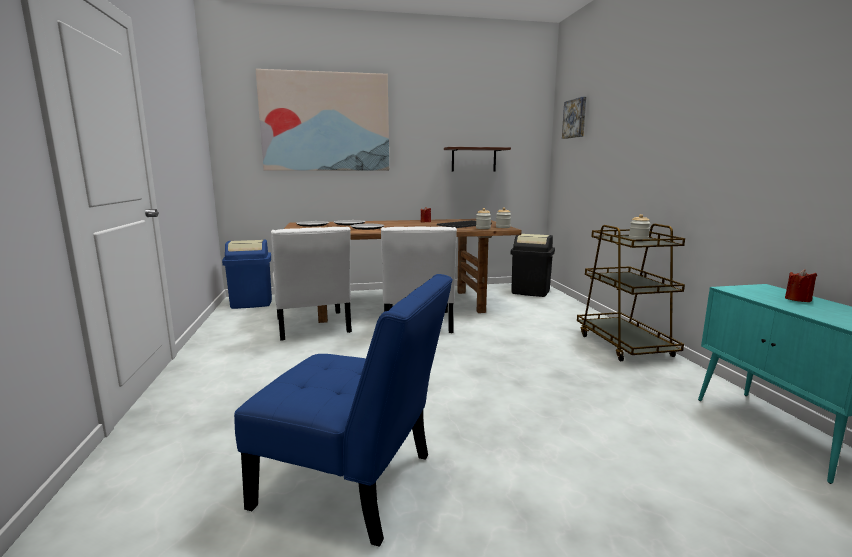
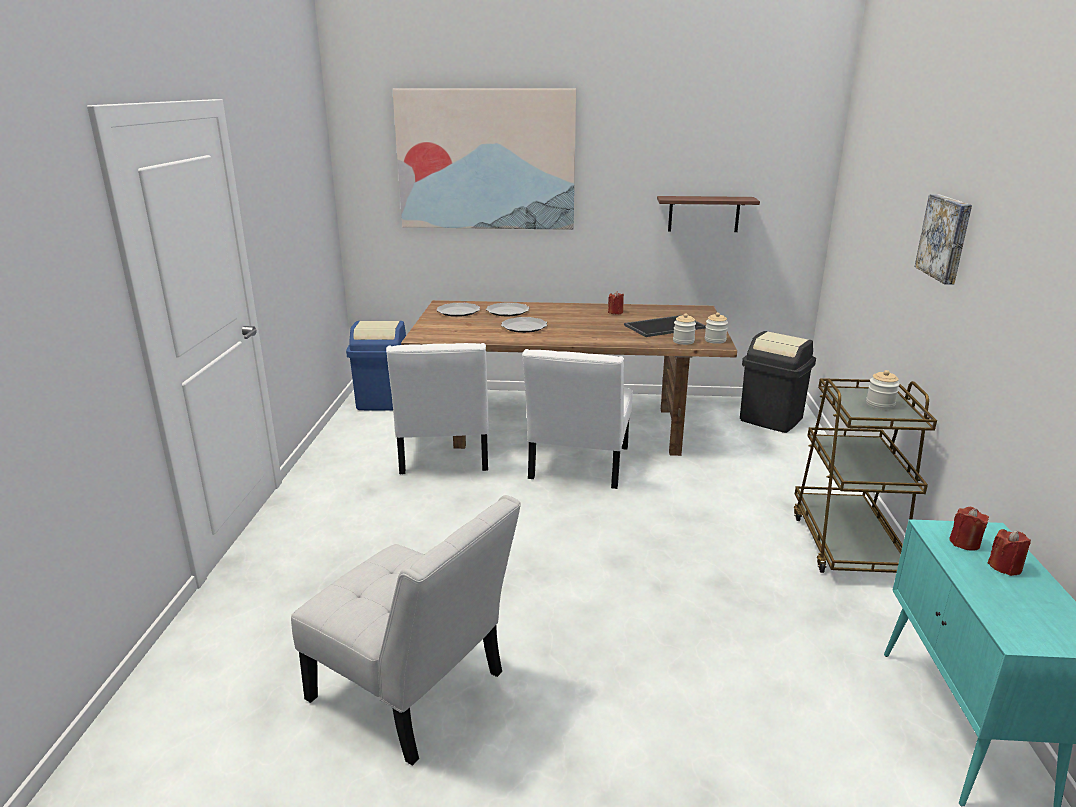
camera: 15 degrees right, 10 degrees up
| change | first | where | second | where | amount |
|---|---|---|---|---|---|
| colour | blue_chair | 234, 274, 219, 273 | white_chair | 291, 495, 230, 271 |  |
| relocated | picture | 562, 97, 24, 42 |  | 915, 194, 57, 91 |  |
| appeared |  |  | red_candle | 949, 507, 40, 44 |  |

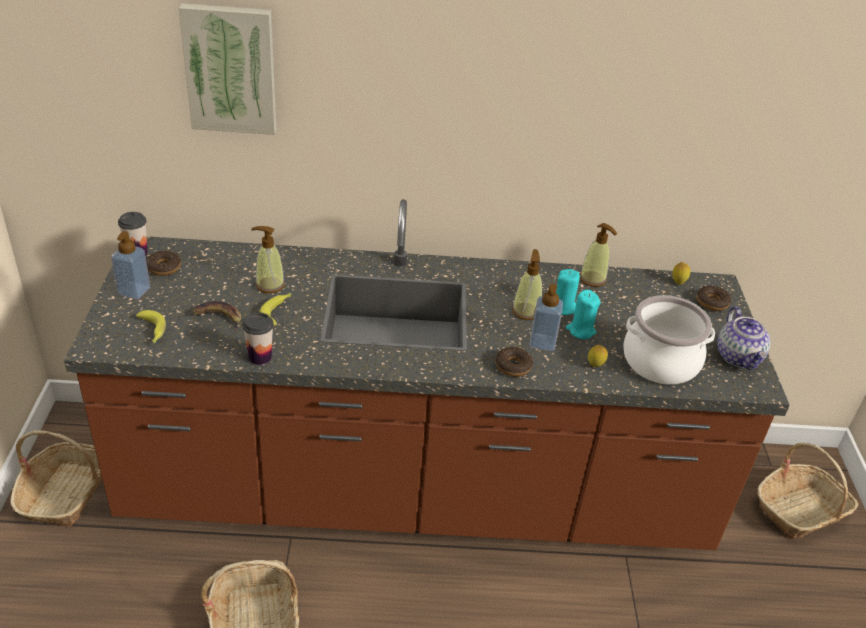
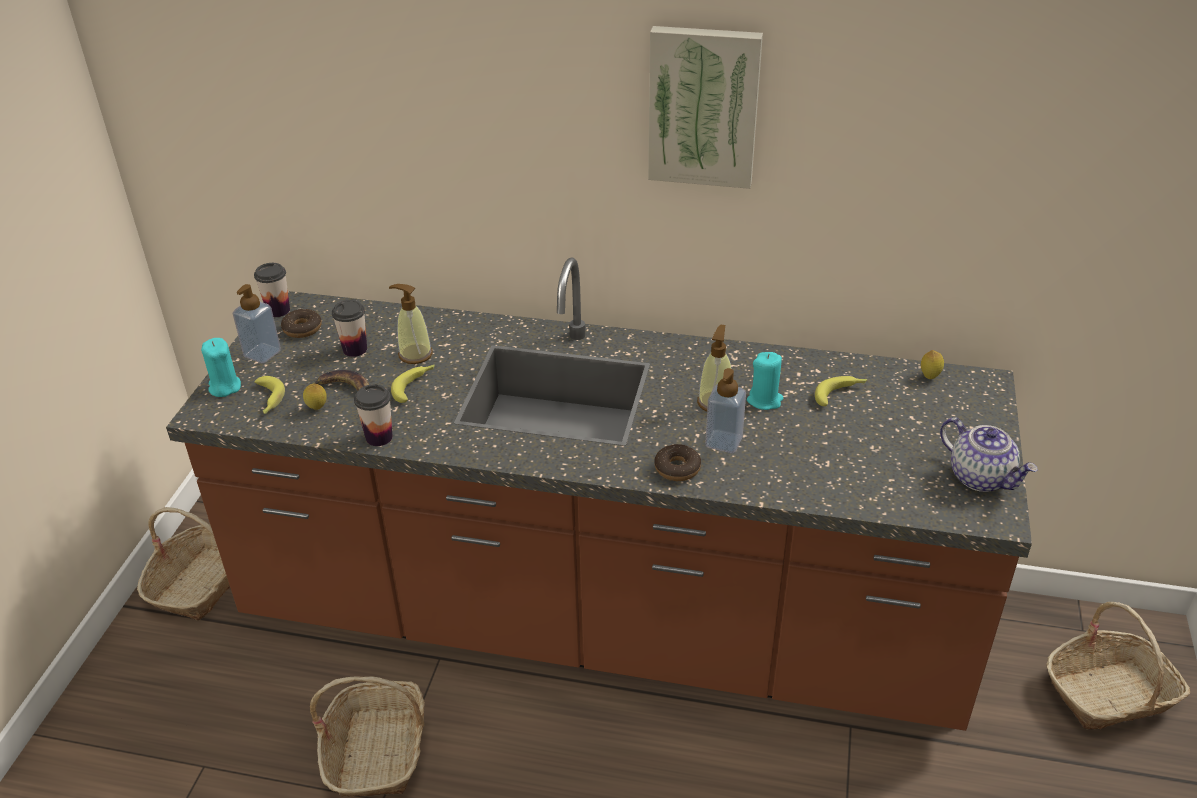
camera: 15 degrees right, 0 degrees up
| change | first | where | second | where | amount |
|---|---|---|---|---|---|
| relocated | turquoise_candle | 566, 290, 35, 49 |  | 201, 338, 40, 59 |  |
| relocated | lemon | 588, 345, 20, 22 |  | 303, 384, 24, 26 |  |
| appeared |  |  | cup | 332, 300, 35, 57 |  |
| relocated | picture | 179, 3, 98, 132 |  | 648, 26, 115, 163 |  |
| appeared |  |  | banana | 815, 376, 53, 30 |  |
| spun | teapot | 717, 306, 53, 64 |  | 940, 417, 98, 75 | 45 degrees counterclockwise |
| missing | soap_dispenser | 580, 223, 37, 64 |  |  |  |
| missing | cooking_pot | 623, 295, 92, 90 |  |  |  |
| missing | donut | 697, 286, 34, 25 |  |  |  |

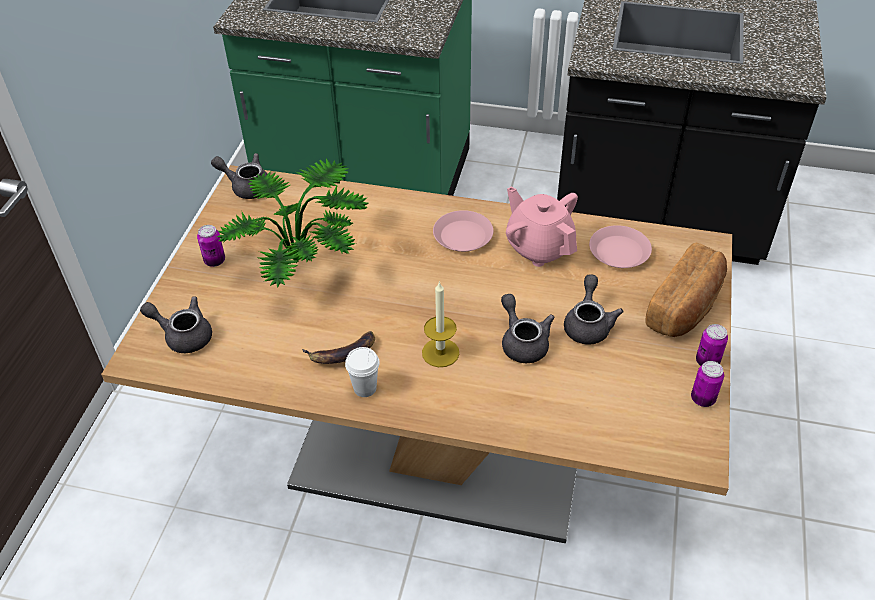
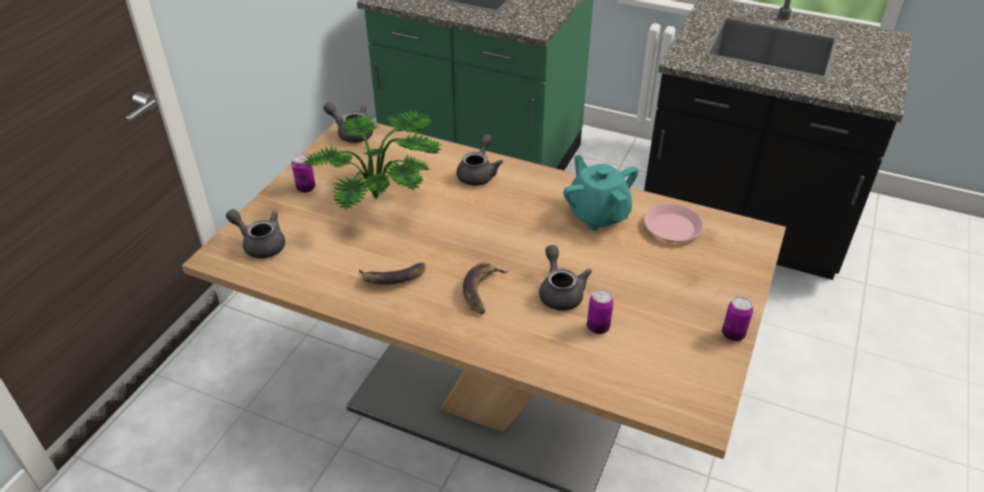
camera: 10 degrees right, 5 degrees down
| change | first | where | second | where | amount |
|---|---|---|---|---|---|
| relocated | grey_teapot | 564, 274, 60, 71 |  | 457, 134, 46, 52 |  |
| exchanged | candle | 422, 281, 37, 86 | banana | 463, 262, 45, 52 |  |
| colour | pink_teapot | 506, 186, 72, 81 | turquoise_teapot | 563, 155, 75, 76 |  |
| relocated | can | 691, 361, 33, 46 |  | 587, 290, 26, 44 |  |
| missing | white_cup | 345, 347, 35, 50 |  |  |  |
| missing | pink_plate | 433, 210, 60, 42 |  |  |  |
| missing | bread | 645, 242, 82, 95 |  |  |  |

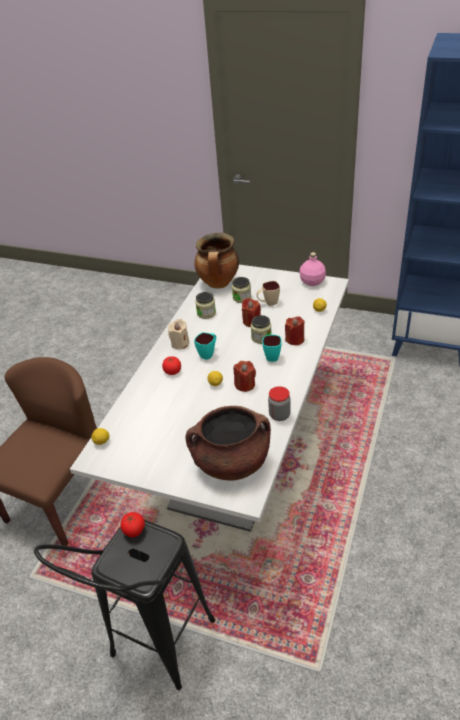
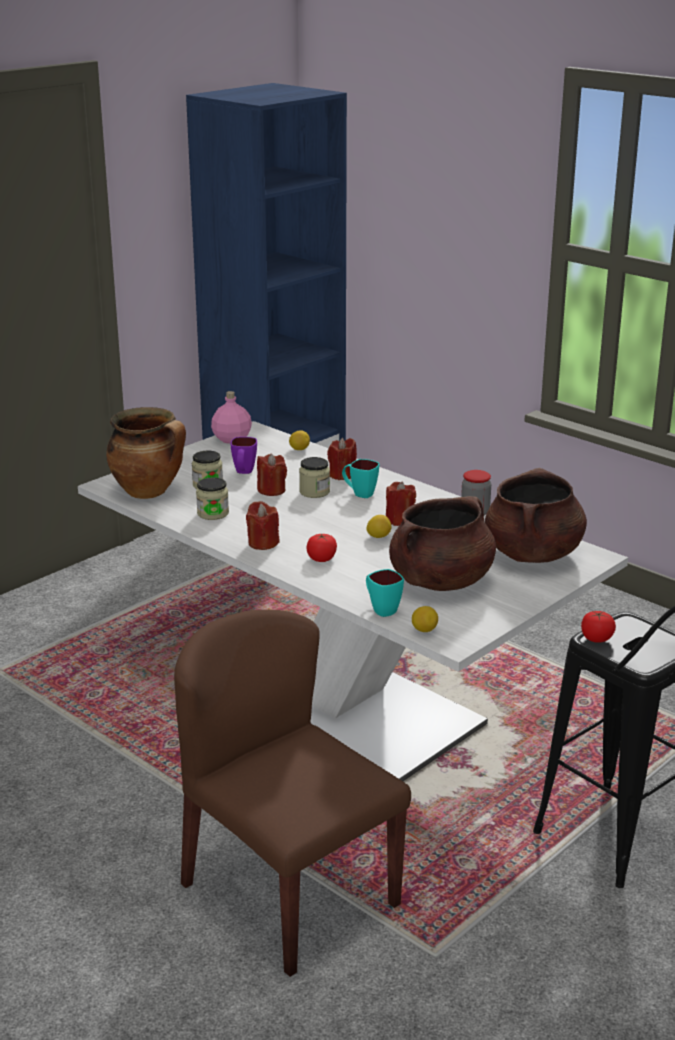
camera: 70 degrees left, 15 degrees down
| change | first | where | second | where | amount |
|---|---|---|---|---|---|
| colour | beige_mug | 257, 281, 23, 25 | purple_mug | 230, 437, 27, 37 |  |
| colour | beige_candle | 168, 319, 21, 30 | red_candle | 246, 501, 34, 49 |  |
| relocated | turquoise_mug | 194, 332, 22, 28 |  | 366, 569, 38, 48 |  |
| appeared |  |  | brown_cooking_pot | 389, 496, 107, 95 |  |

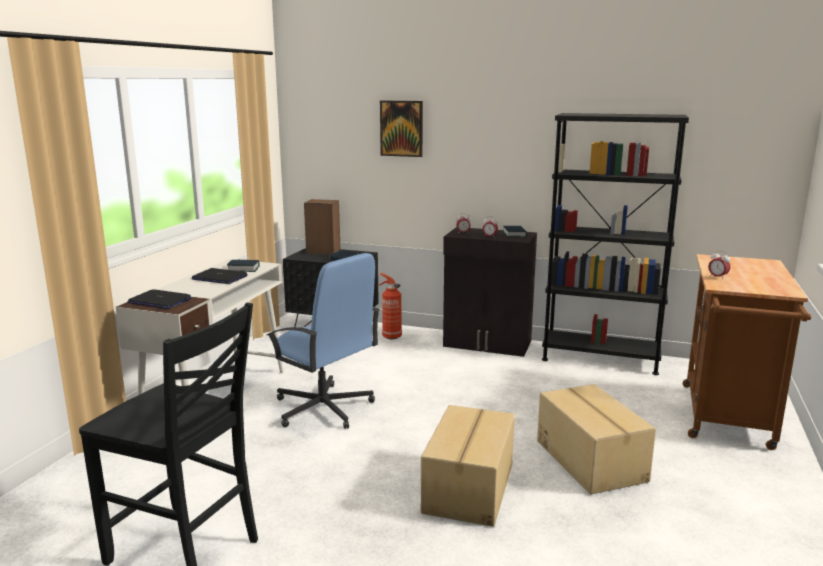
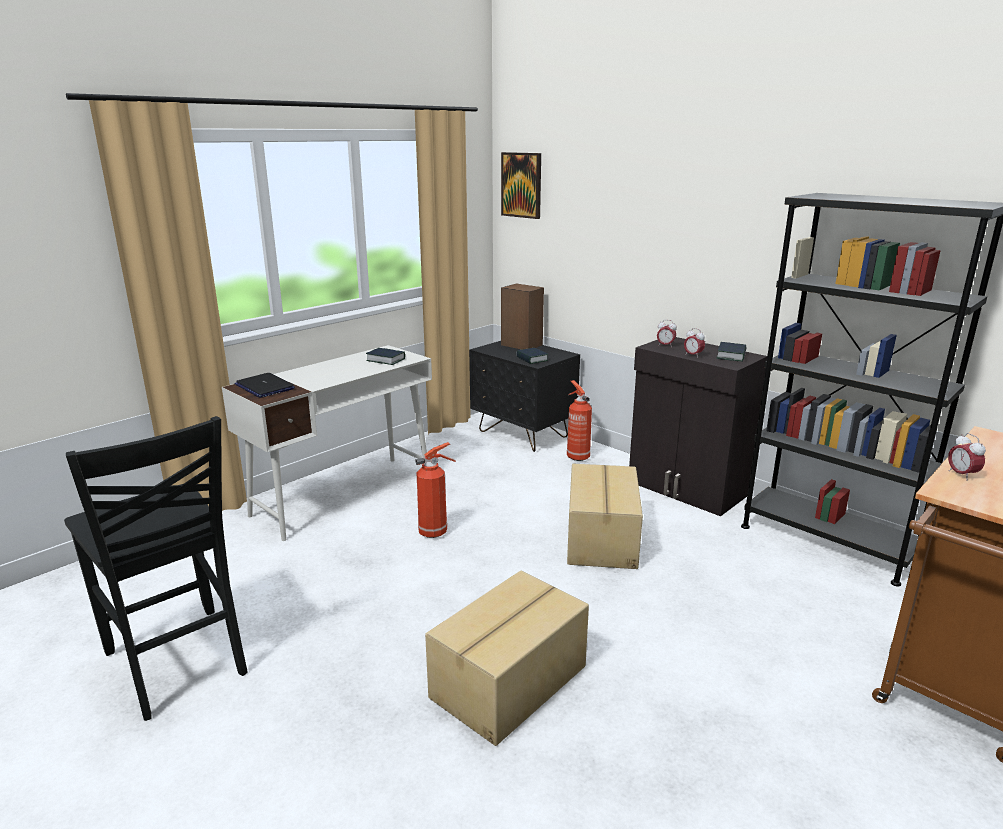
camera: 25 degrees right, 5 degrees up
| change | first | where | second | where | amount |
|---|---|---|---|---|---|
| exchanged | blue_office_chair | 267, 253, 113, 176 | fire_extinguisher | 415, 442, 41, 96 |  |
| relocated | picture | 380, 101, 43, 56 |  | 501, 152, 40, 67 |  |
| relocated | cardboard_box | 537, 384, 119, 110 |  | 567, 464, 76, 105 |  |
| missing | laptop | 191, 268, 57, 16 |  |  |  |

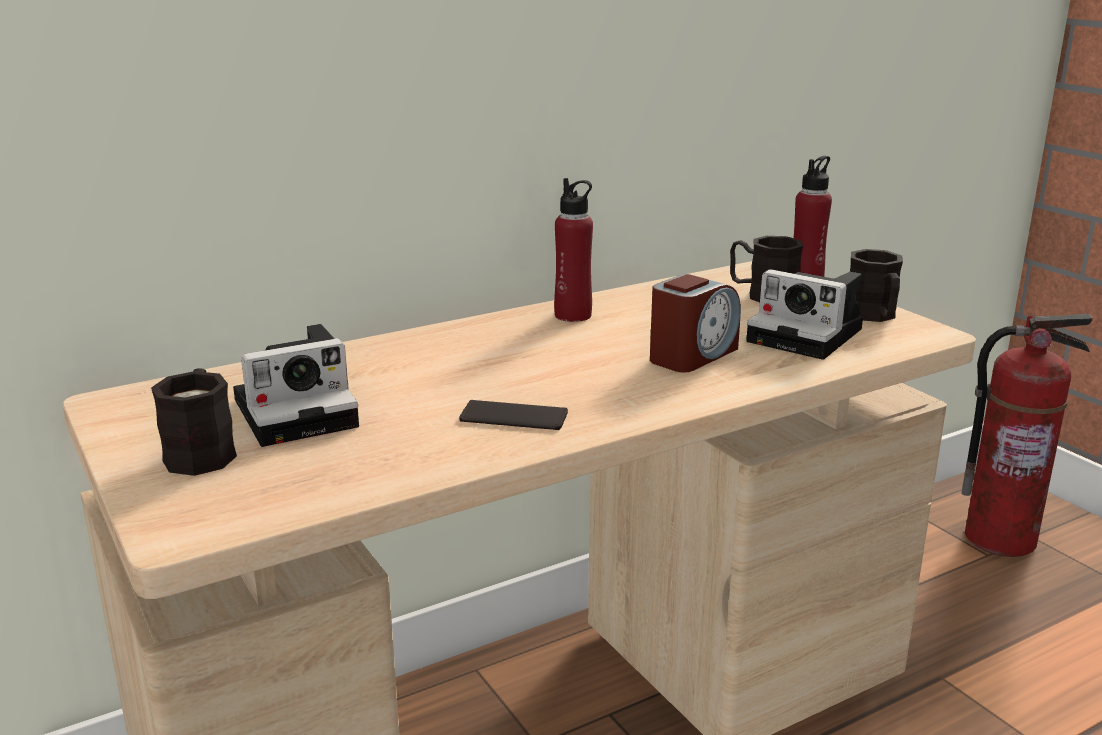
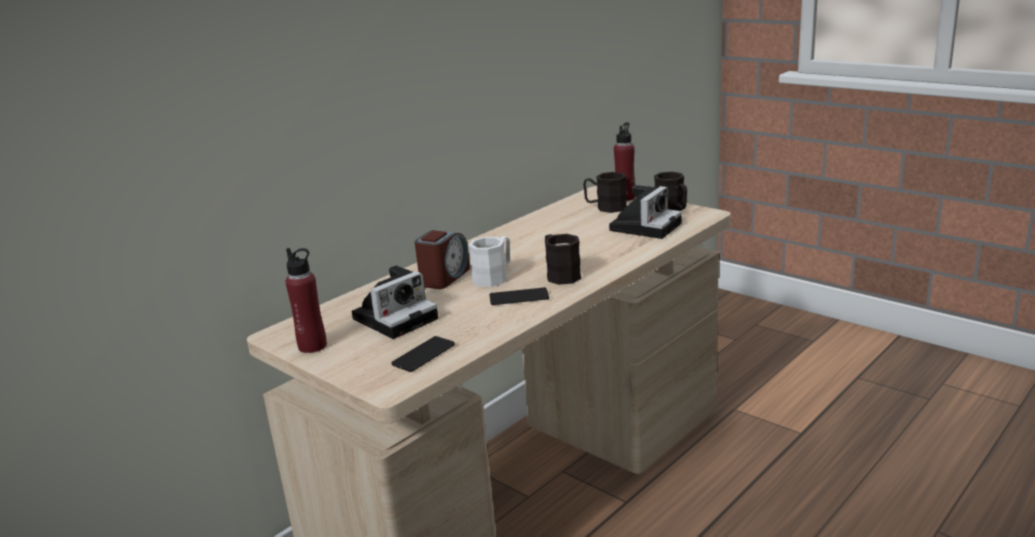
camera: 15 degrees left, 0 degrees up
| change | first | where | second | where | amount |
|---|---|---|---|---|---|
| relocated | red_bottle | 554, 178, 39, 144 |  | 285, 248, 42, 105 |  |
| appeared |  |  | phone | 391, 336, 64, 36 |  |
| relocated | alarm_clock | 650, 274, 91, 99 |  | 415, 230, 55, 59 |  |
| appeared |  |  | white_mug | 468, 236, 42, 51 |  |
| relocated | black_mug | 151, 368, 86, 108 |  | 545, 234, 36, 51 |  |
| spun | photo_camera | 746, 269, 117, 91 |  | 609, 185, 73, 54 | 75 degrees counterclockwise |
| missing | fire_extinguisher | 962, 314, 131, 243 |  |  |  |

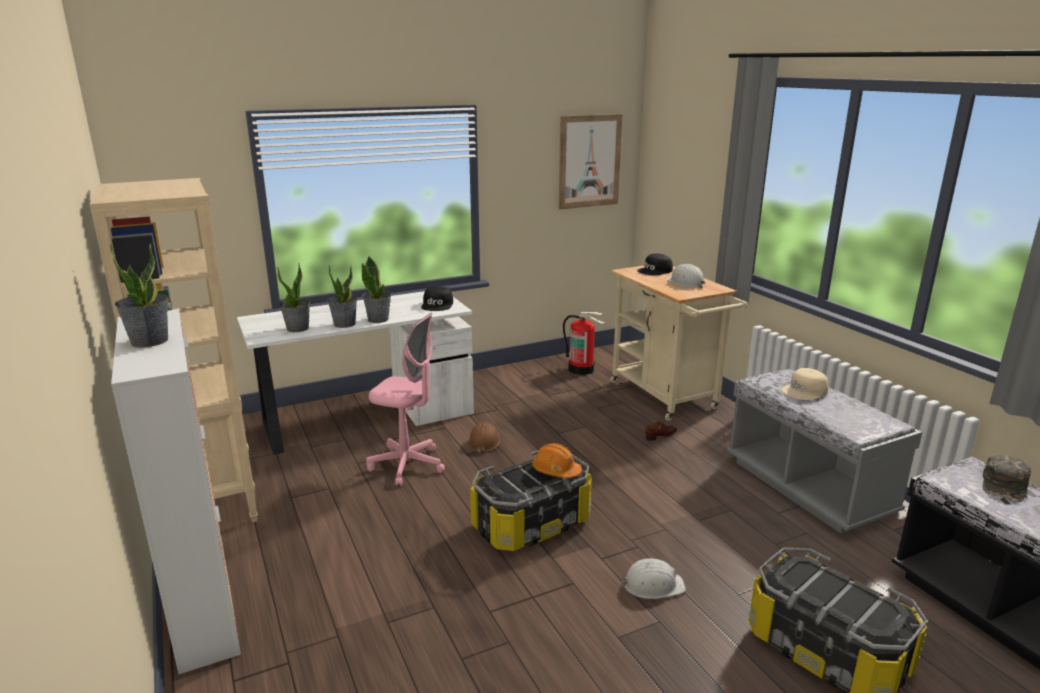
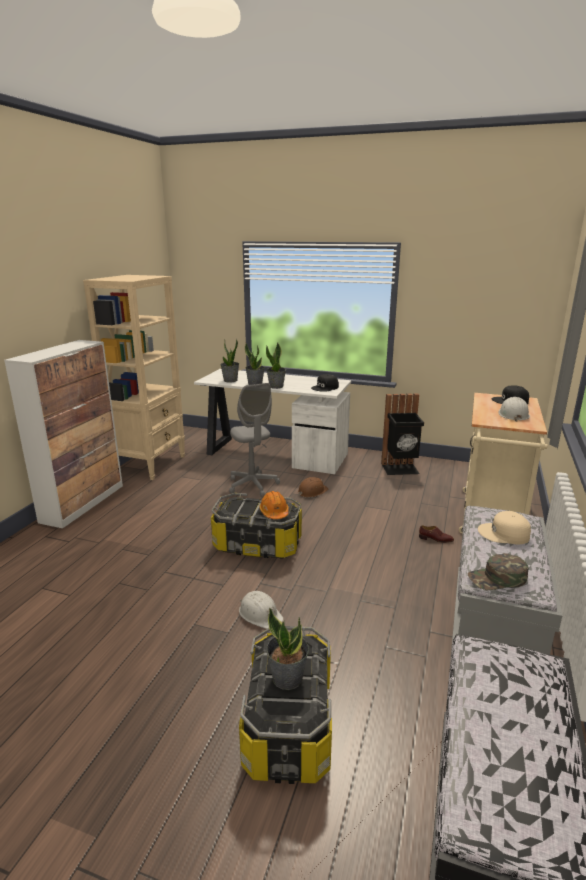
camera: 45 degrees right, 0 degrees up
| change | first | where | second | where | amount |
|---|---|---|---|---|---|
| colour | pink_office_chair | 366, 313, 79, 173 | grey_office_chair | 229, 383, 51, 114 |  |
| relocated | potted_plant | 110, 244, 59, 104 |  | 266, 608, 43, 82 |  |
| appeared |  |  | black_trash_can | 381, 393, 43, 82 |  |
| relocated | green_cap | 983, 455, 48, 47 |  | 468, 553, 60, 37 |  |
| missing | picture | 559, 114, 64, 95 |  |  |  |
| missing | fire_extinguisher | 563, 312, 42, 63 |  |  |  |

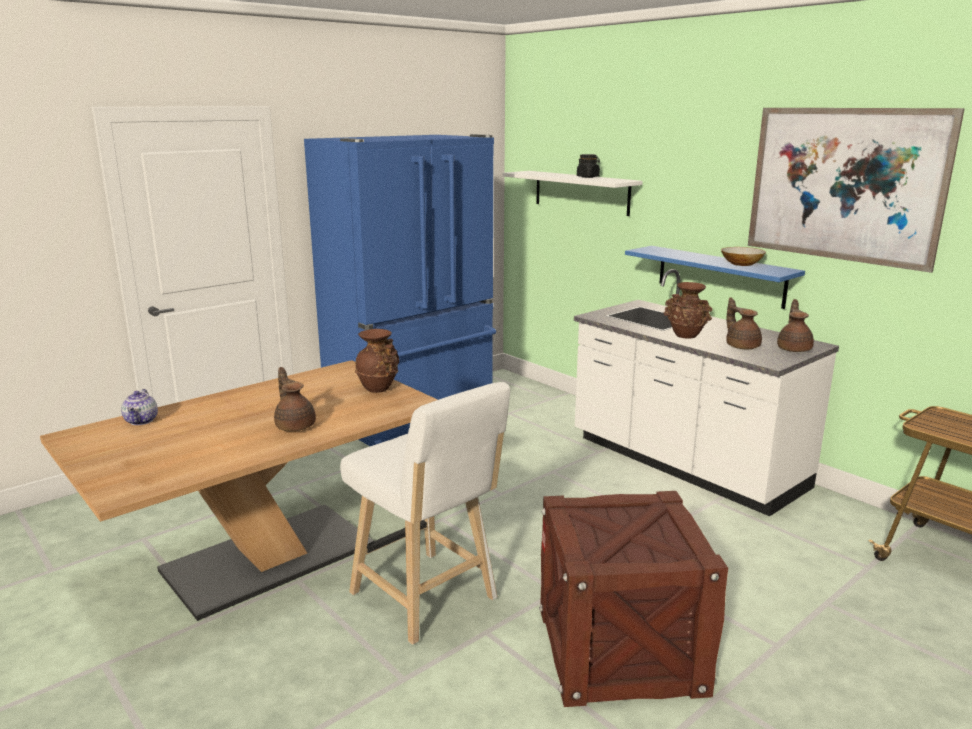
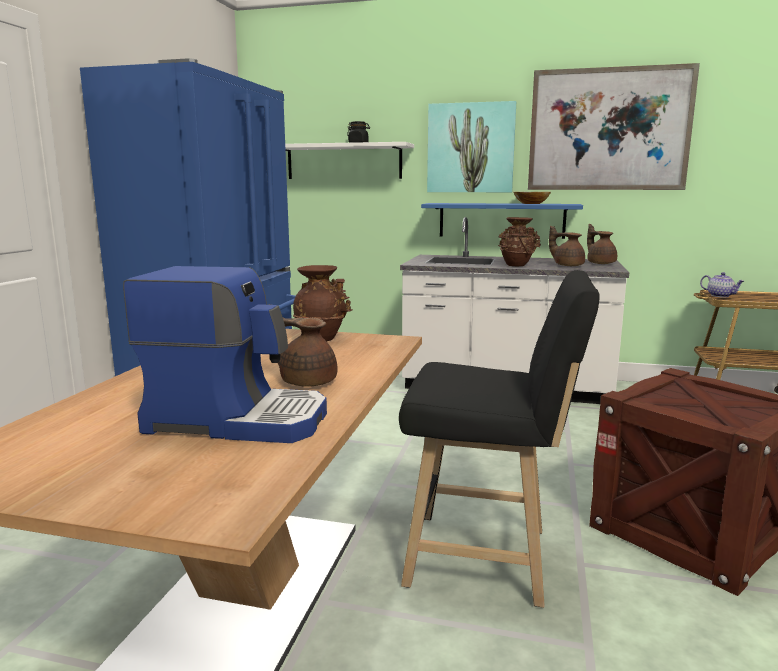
camera: 35 degrees left, 5 degrees down
| change | first | where | second | where | amount |
|---|---|---|---|---|---|
| appeared |  |  | coffee_machine | 123, 266, 204, 177 |  |
| colour | white_stool | 340, 382, 170, 263 | black_stool | 399, 270, 201, 338 |  |
| appeared |  |  | picture | 427, 101, 89, 91 |  |
| relocated | teapot | 121, 389, 37, 36 |  | 700, 272, 44, 26 |  |

